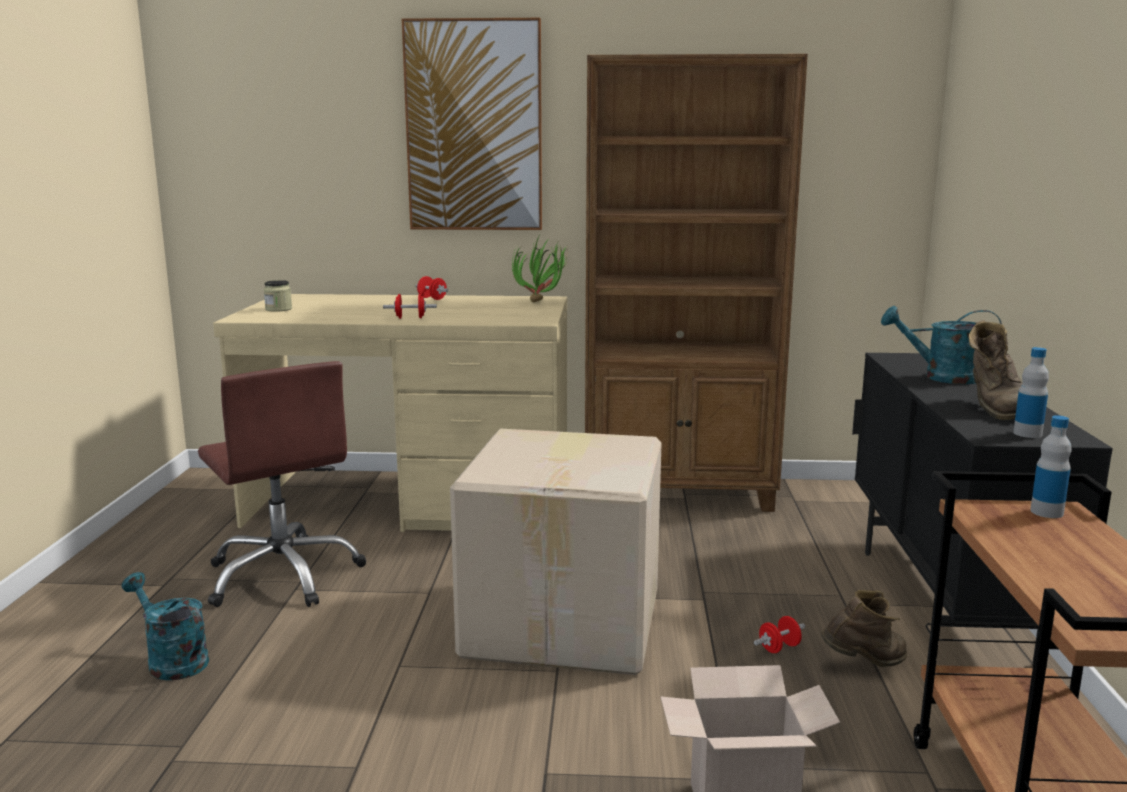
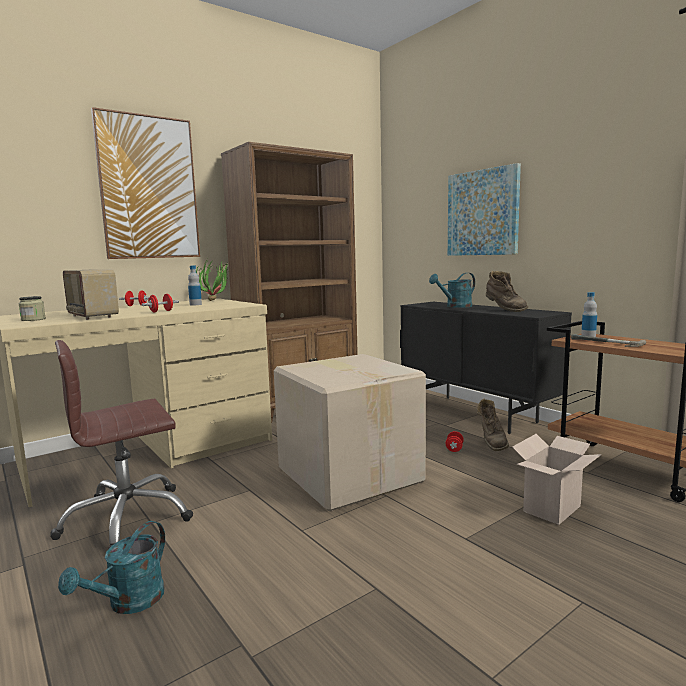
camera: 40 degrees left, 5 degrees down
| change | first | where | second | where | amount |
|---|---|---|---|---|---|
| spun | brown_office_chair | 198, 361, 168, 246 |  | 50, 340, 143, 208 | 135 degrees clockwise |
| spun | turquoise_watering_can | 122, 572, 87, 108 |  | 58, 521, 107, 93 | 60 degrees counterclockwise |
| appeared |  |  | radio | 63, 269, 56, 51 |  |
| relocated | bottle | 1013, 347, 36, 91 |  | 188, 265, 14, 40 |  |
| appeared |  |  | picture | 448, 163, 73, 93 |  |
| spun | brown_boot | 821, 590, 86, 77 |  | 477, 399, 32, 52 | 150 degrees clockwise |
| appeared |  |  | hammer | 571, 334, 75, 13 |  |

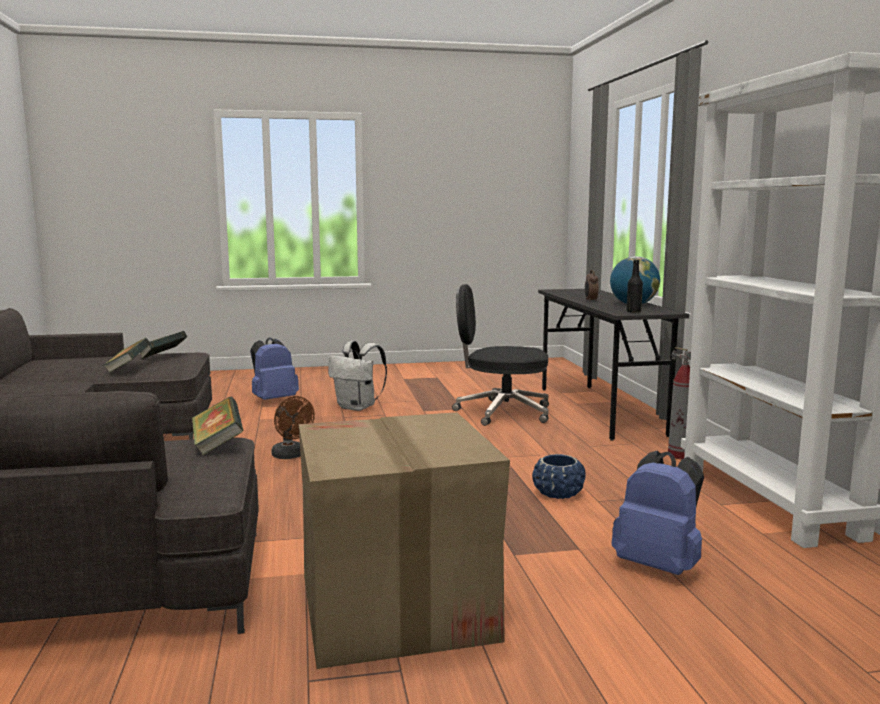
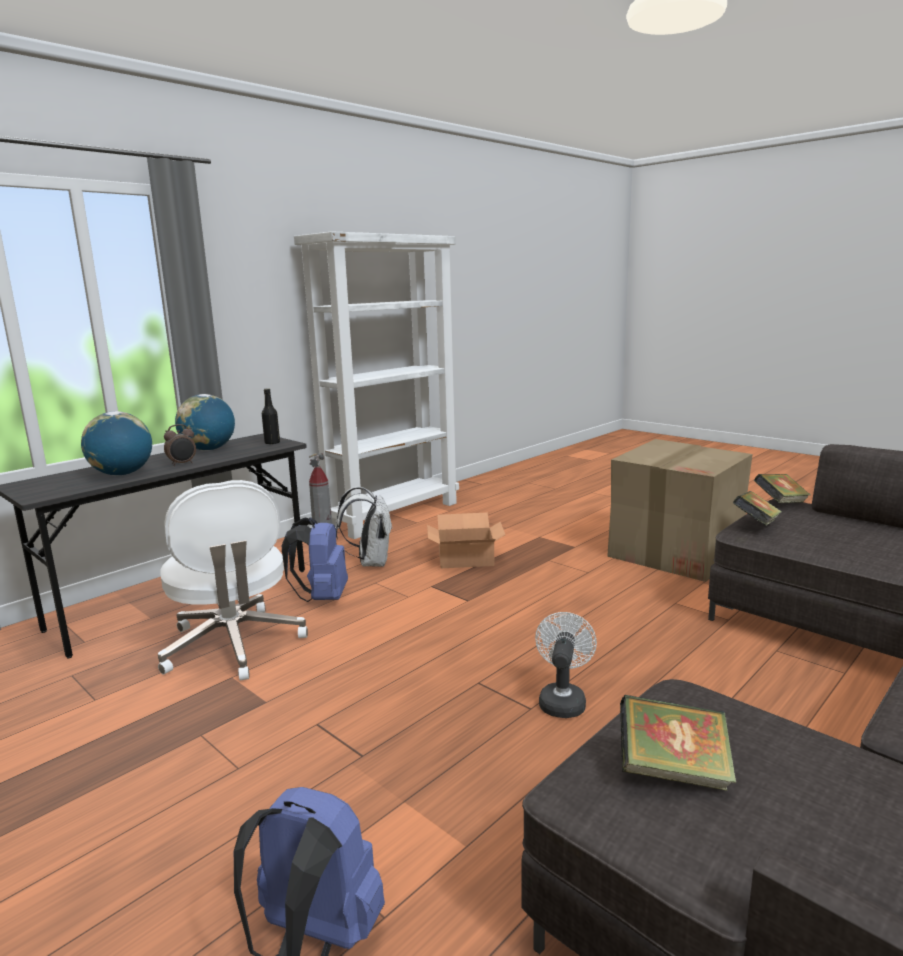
camera: 125 degrees left, 5 degrees up
| change | first | where | second | where | amount |
|---|---|---|---|---|---|
| appeared |  |  | globe | 81, 411, 71, 65 |  |
| colour | black_office_chair | 452, 284, 97, 142 | white_office_chair | 158, 480, 150, 200 |  |
| relocated | blue_backpack | 612, 451, 92, 124 |  | 282, 517, 66, 85 |  |
| relocated | white_backpack | 328, 341, 59, 70 |  | 336, 487, 57, 80 |  |
| exchanged | blue_planter | 532, 454, 54, 45 | cardboard_box | 427, 512, 78, 56 |  |
| colour | brown_fan | 272, 396, 43, 63 | white_fan | 535, 612, 62, 106 |  |
| relocated | book | 103, 338, 47, 35 |  | 754, 474, 57, 29 |  |

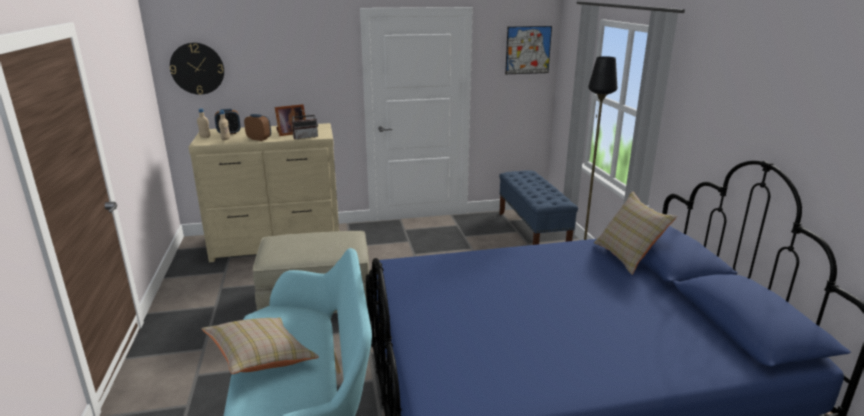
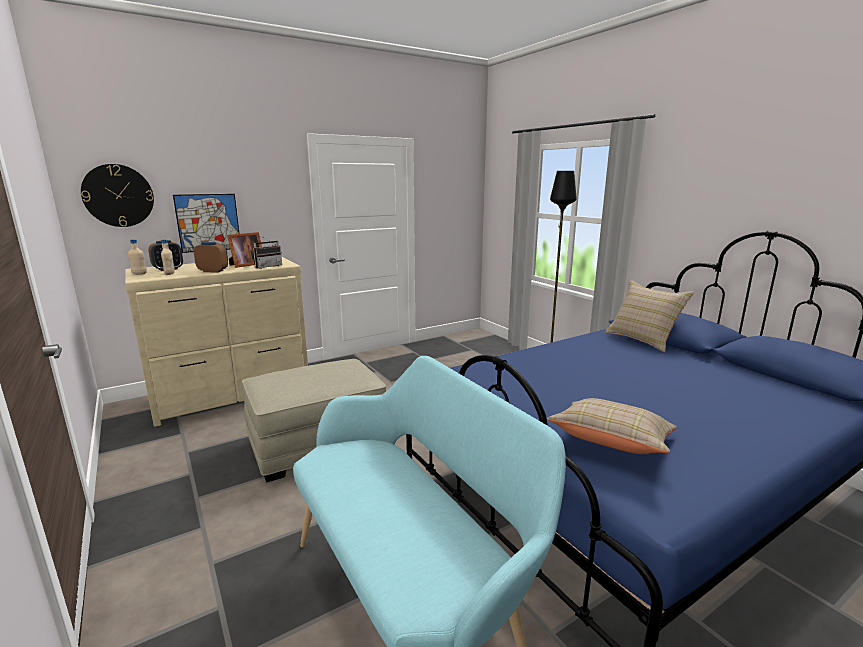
camera: 20 degrees left, 5 degrees down
| change | first | where | second | where | amount |
|---|---|---|---|---|---|
| relocated | picture | 505, 26, 47, 48 |  | 173, 194, 66, 59 |  |
| relocated | beige_pillow | 202, 318, 117, 56 |  | 547, 398, 130, 56 |  |
| missing | blue_bench | 499, 170, 79, 75 |  |  |  |

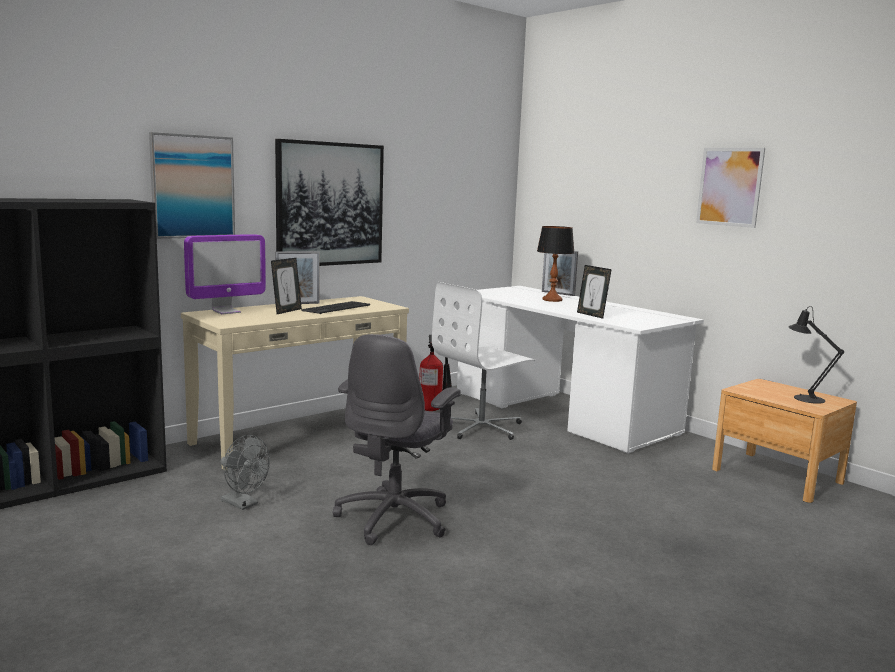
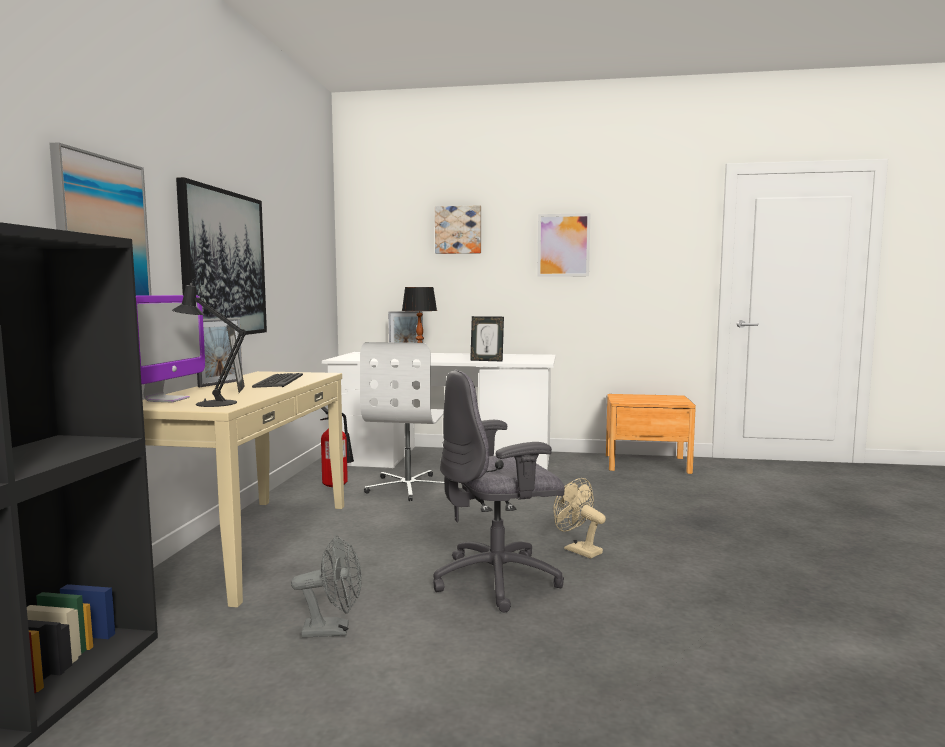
camera: 40 degrees left, 5 degrees down
| change | first | where | second | where | amount |
|---|---|---|---|---|---|
| relocated | black_table_lamp | 788, 306, 56, 98 |  | 172, 278, 74, 129 |  |
| spun | grey_office_chair | 333, 334, 128, 211 |  | 433, 370, 132, 243 | 90 degrees clockwise |
| appeared |  |  | picture | 435, 205, 46, 49 |  |
| appeared |  |  | beige_fan | 553, 478, 53, 80 |  |

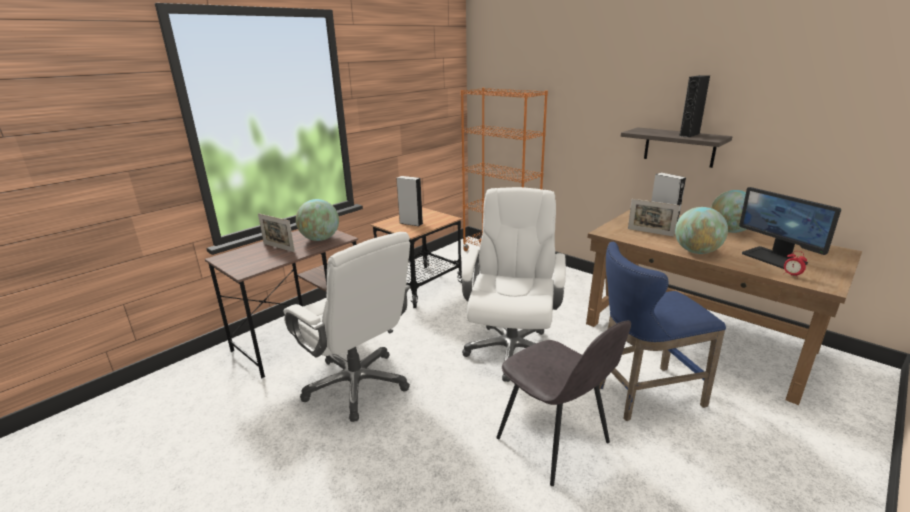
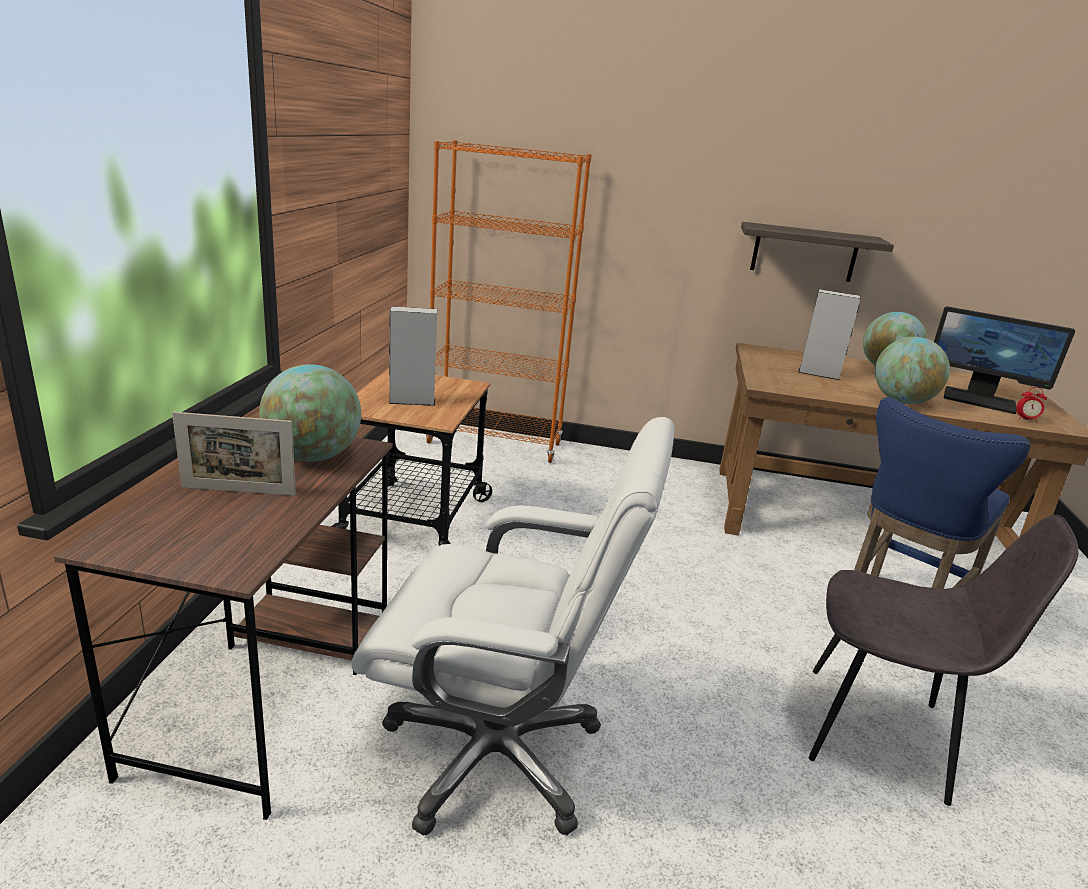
camera: 35 degrees left, 0 degrees up
| change | first | where | second | where | amount |
|---|---|---|---|---|---|
| missing | white_office_chair | 462, 187, 104, 195 |  |  |  |
| missing | picture_frame | 628, 199, 52, 38 |  |  |  |
| missing | black_speaker | 680, 75, 30, 62 |  |  |  |

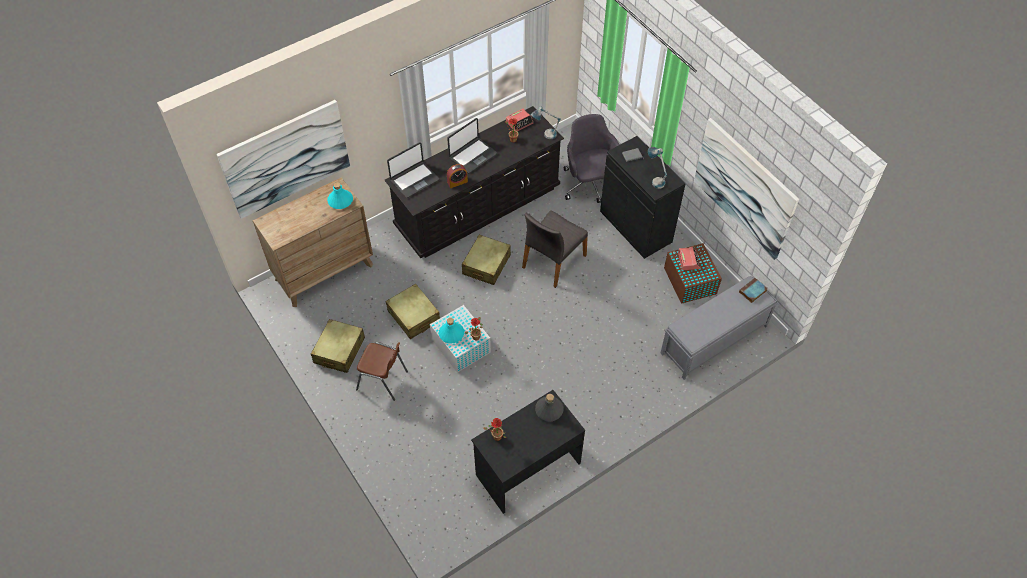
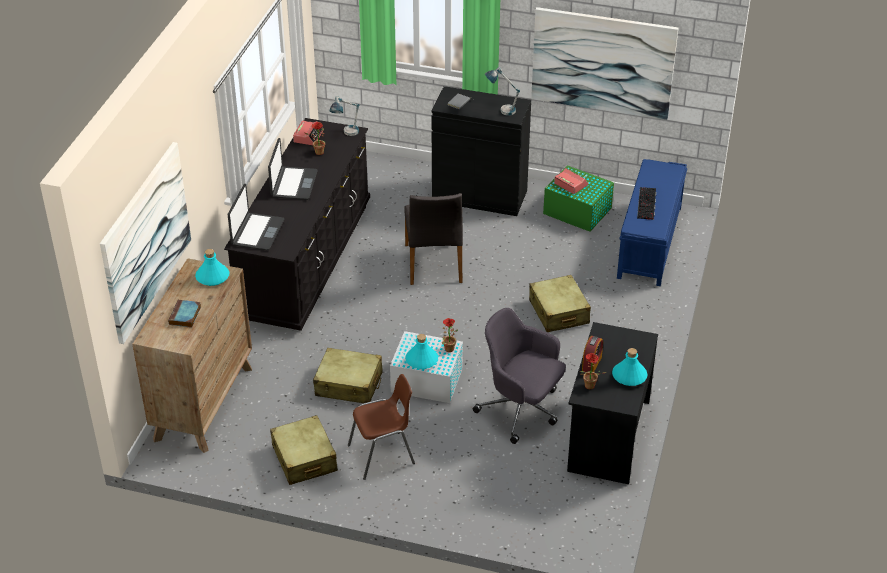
camera: 40 degrees left, 15 degrees down
| change | first | where | second | where | amount |
|---|---|---|---|---|---|
| relocated | book | 739, 278, 29, 25 |  | 168, 300, 33, 28 |  |
| relocated | grey_office_chair | 564, 114, 56, 89 |  | 473, 308, 93, 136 |  |
| relocated | beige_suitcase | 462, 235, 49, 50 |  | 529, 275, 62, 57 |  |
| colour | brown_storage_box | 664, 243, 58, 61 | green_storage_box | 543, 165, 71, 67 |  |
| relocated | alarm_clock | 447, 164, 21, 24 |  | 582, 336, 21, 36 |  |
| appeared |  |  | turquoise_bottle | 612, 348, 36, 38 |  |
| colour | grey_bench | 661, 276, 117, 104 | blue_bench | 617, 159, 70, 127 |  |
| appeared |  |  | keyboard | 637, 187, 19, 33 |  |
| missing | grey_bottle | 535, 394, 29, 28 |  |  |  |

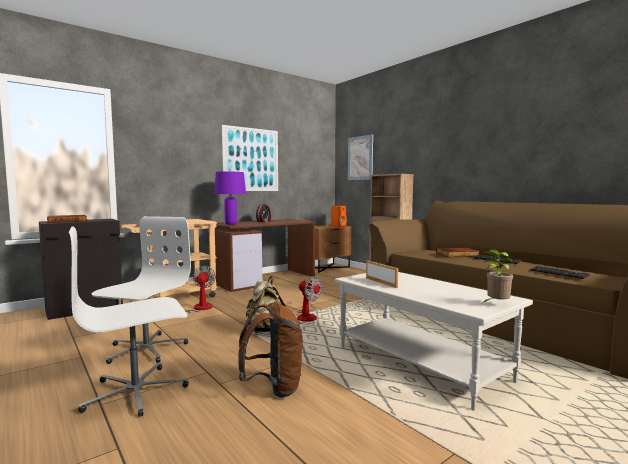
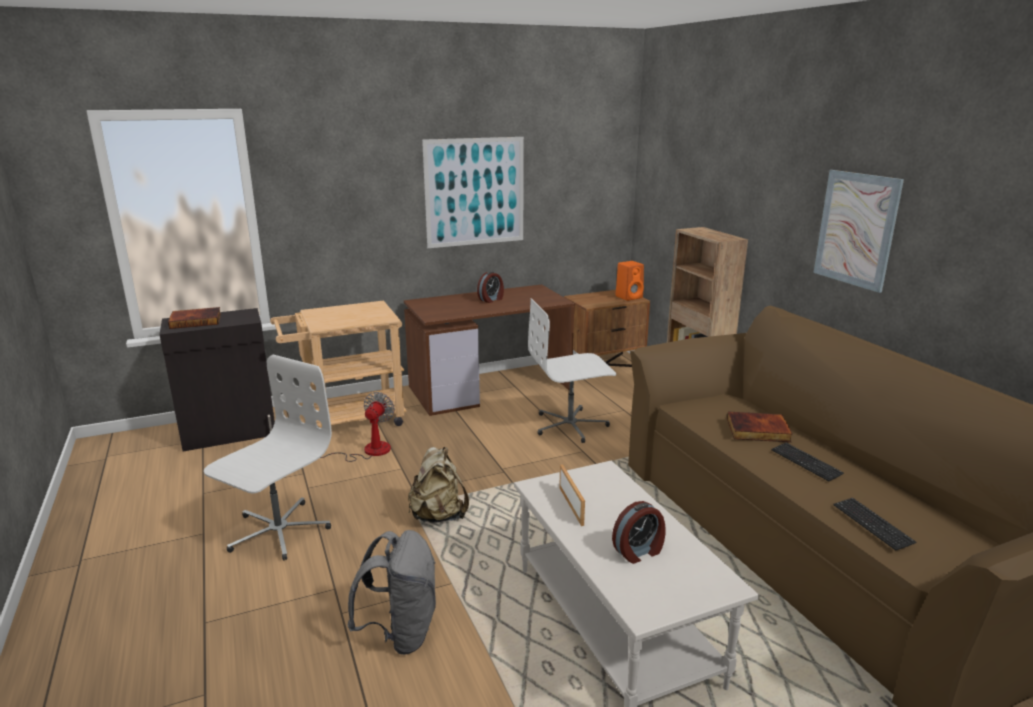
camera: 15 degrees right, 15 degrees up
| change | first | where | second | where | amount |
|---|---|---|---|---|---|
| colour | brown_backpack | 238, 303, 65, 95 | grey_backpack | 347, 530, 89, 125 |  |
| relocated | white_office_chair | 68, 227, 121, 190 |  | 528, 298, 88, 145 |  |
| appeared |  |  | alarm_clock | 612, 501, 54, 63 |  |
| relocated | picture | 348, 134, 25, 46 |  | 814, 170, 90, 123 |  |
| missing | purple_table_lamp | 214, 172, 32, 53 |  |  |  |
| missing | fan | 297, 276, 25, 46 |  |  |  |
| missing | potted_plant | 483, 249, 31, 53 |  |  |  |

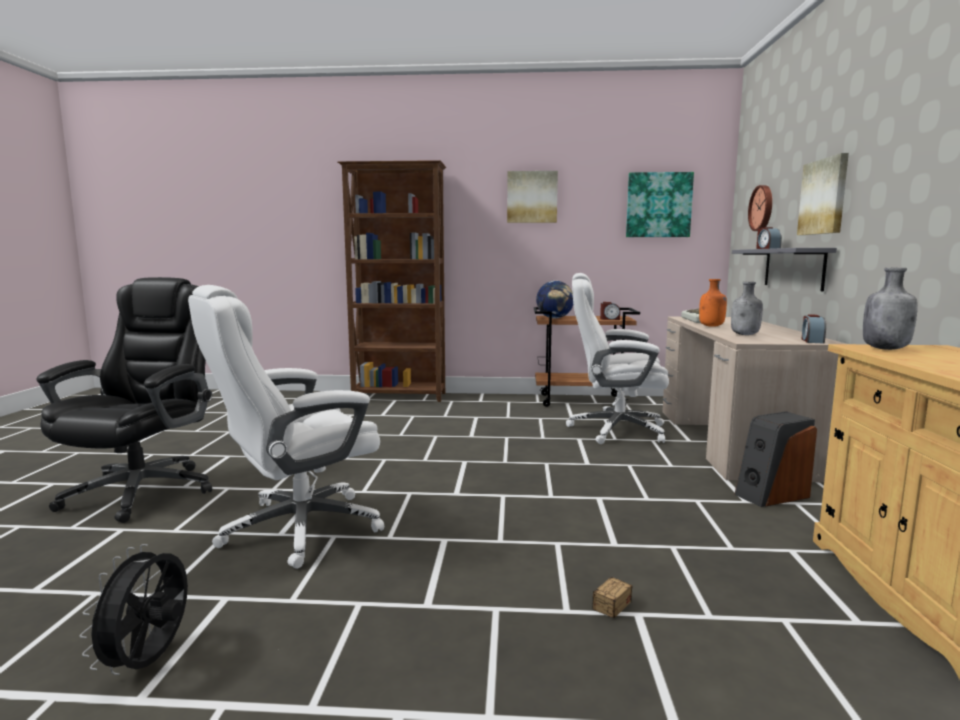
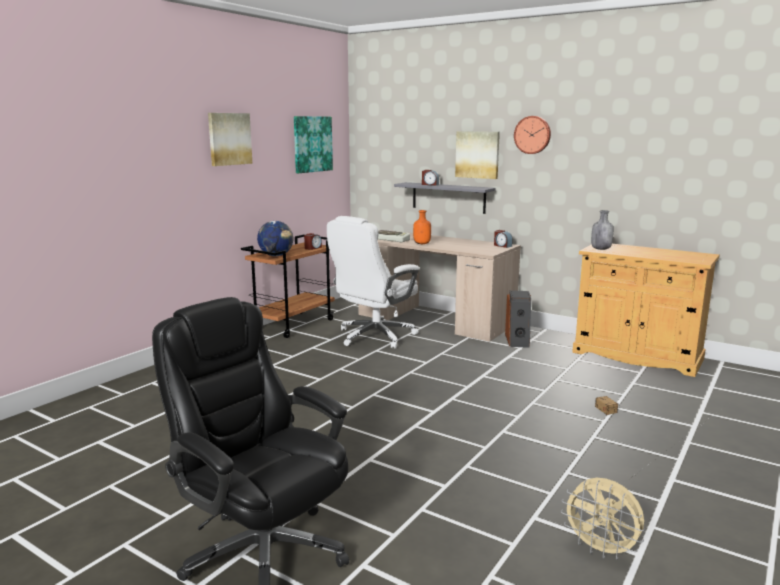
camera: 60 degrees left, 5 degrees up
| change | first | where | second | where | amount |
|---|---|---|---|---|---|
| relocated | wall_clock | 748, 185, 24, 46 |  | 514, 116, 37, 38 |  |
| colour | black_fan | 79, 544, 109, 131 | beige_fan | 561, 478, 84, 82 |  |
| missing | white_office_chair | 188, 285, 196, 284 |  |  |  |
| missing | brown_bookcase | 338, 160, 108, 242 |  |  |  |
| missing | grey_bottle | 731, 282, 32, 53 |  |  |  |

